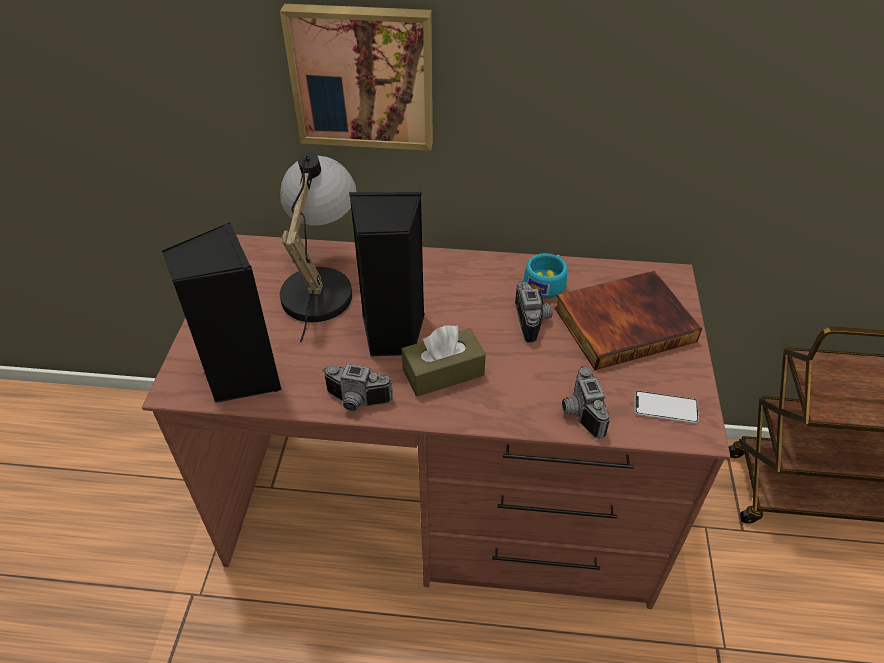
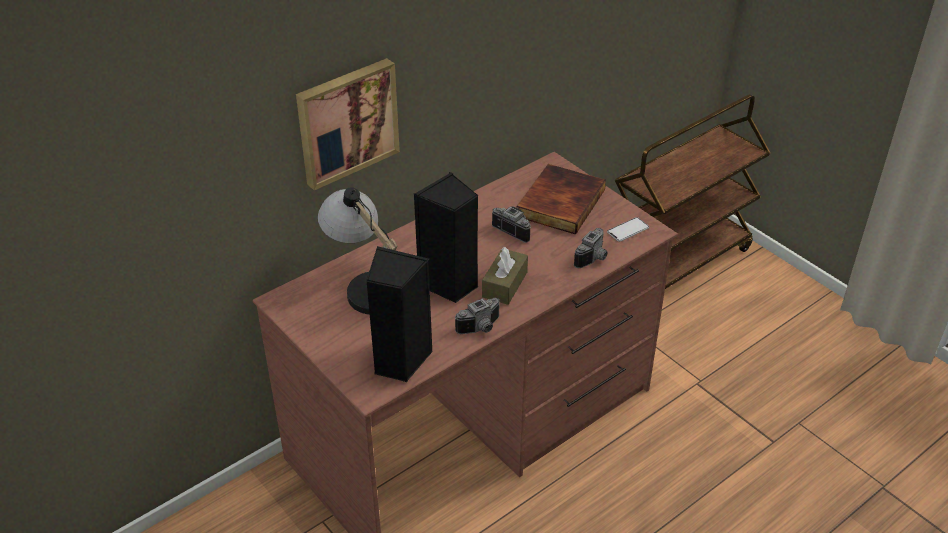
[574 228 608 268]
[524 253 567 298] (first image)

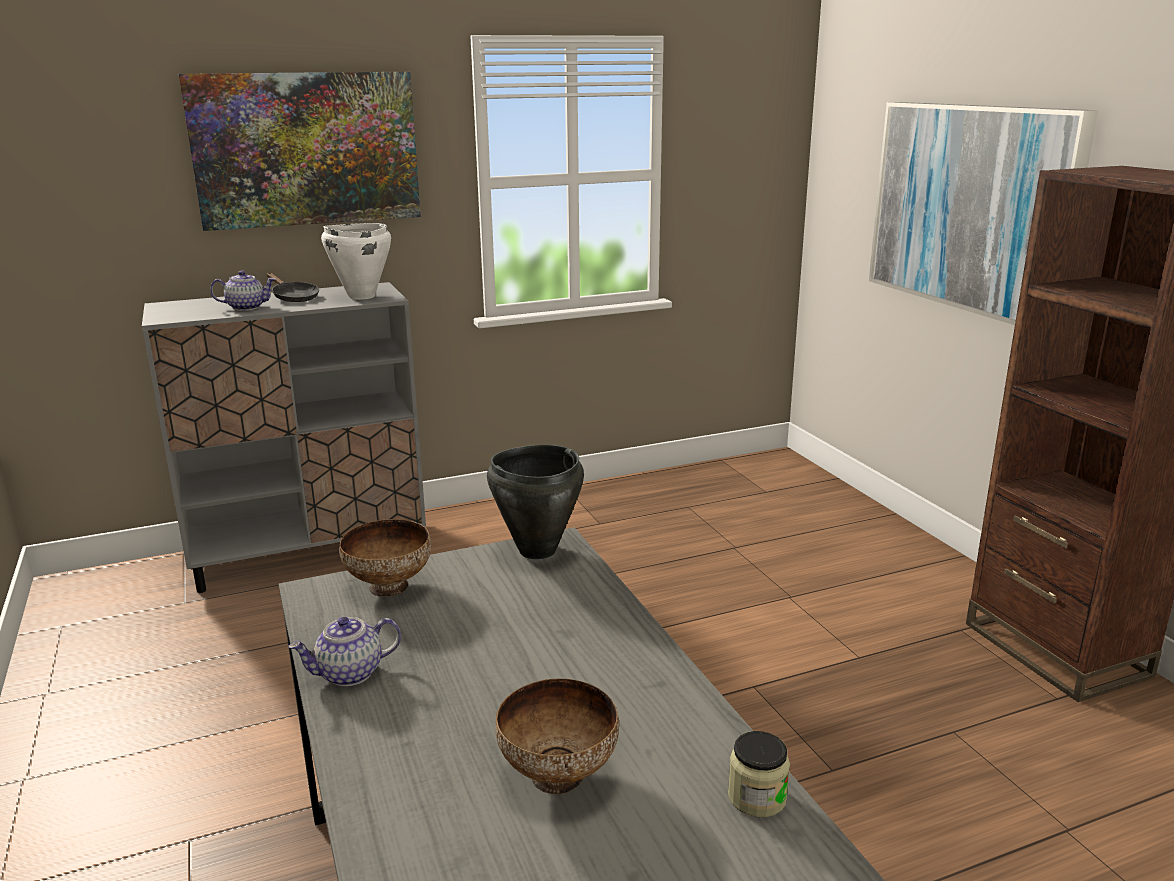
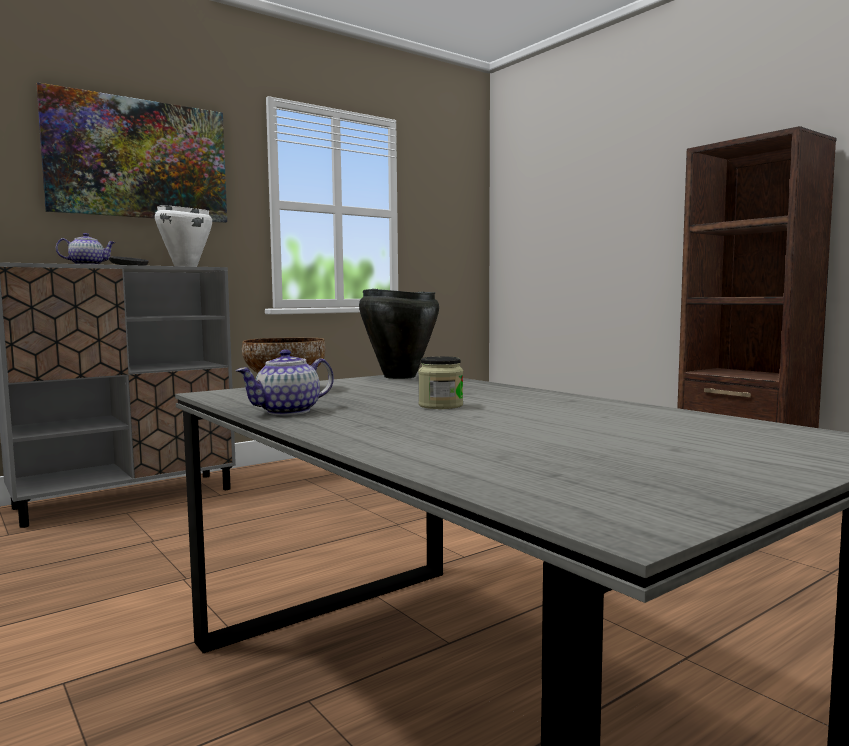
[418 357 463 409]
[495 678 619 794] (first image)
[869 102 1098 325] (first image)

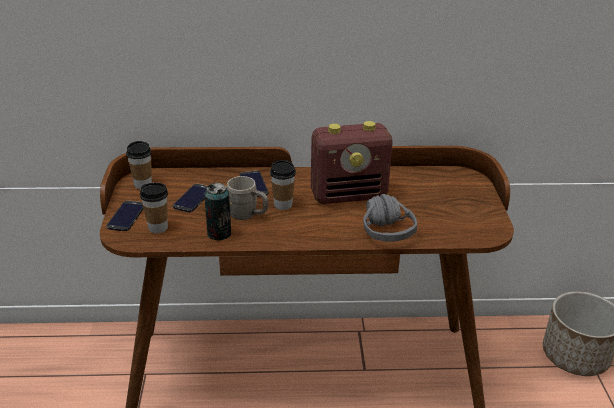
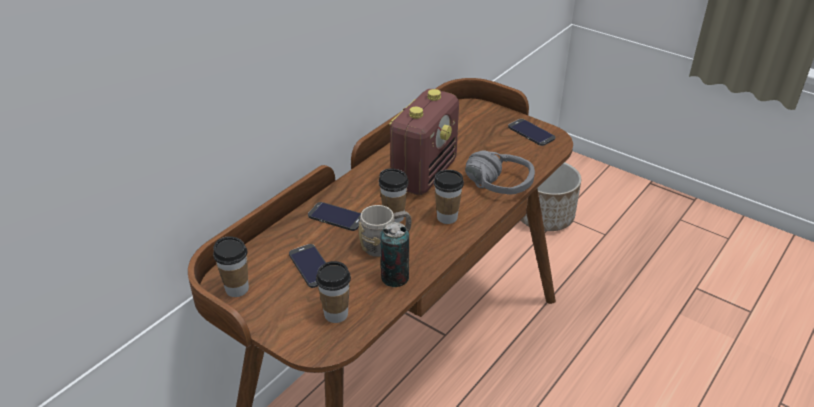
[434 170 464 224]
[508 119 555 146]

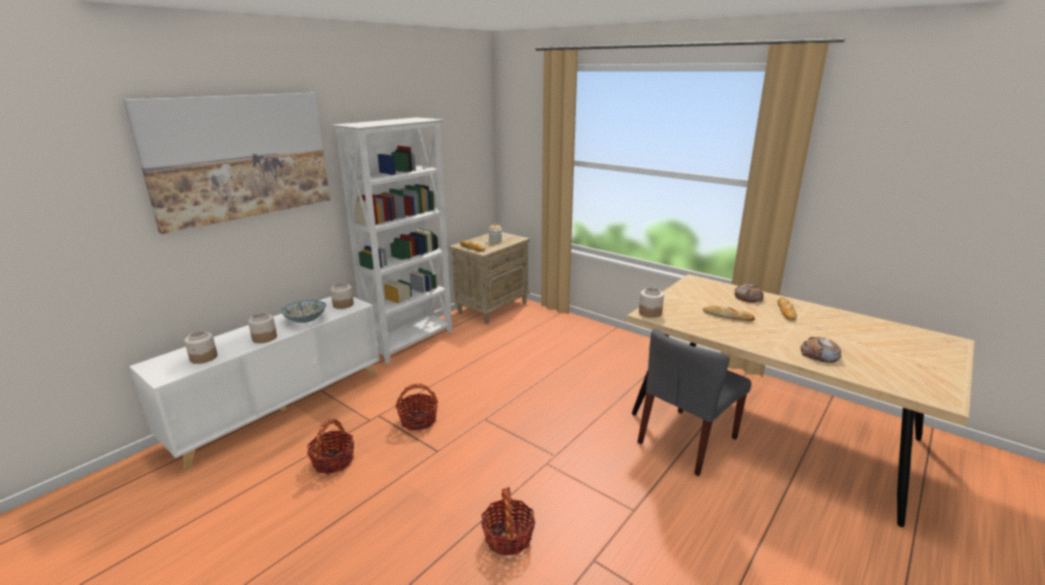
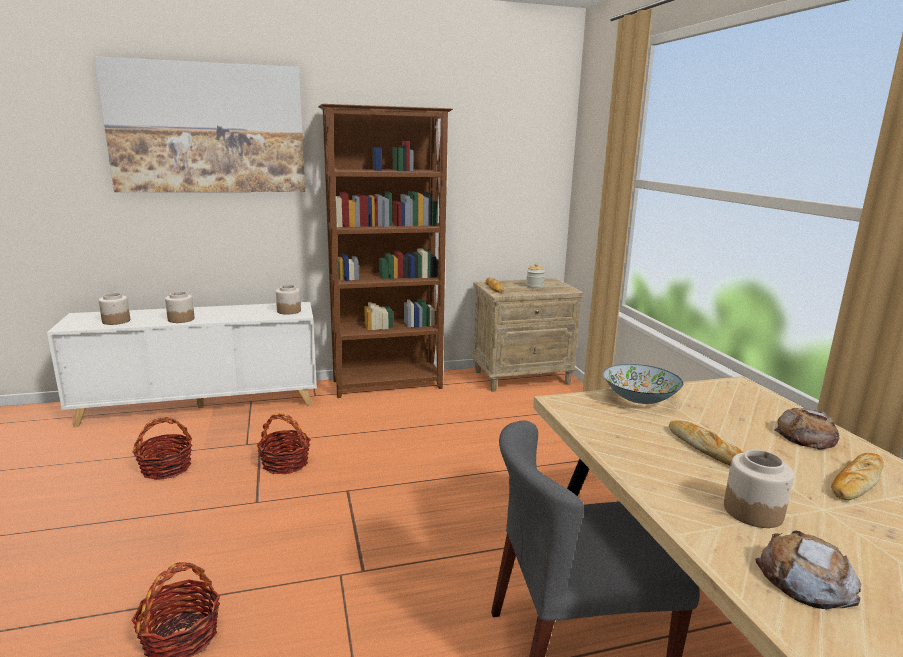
[318 104 453 398]
[603 364 683 404]
[724 450 794 528]

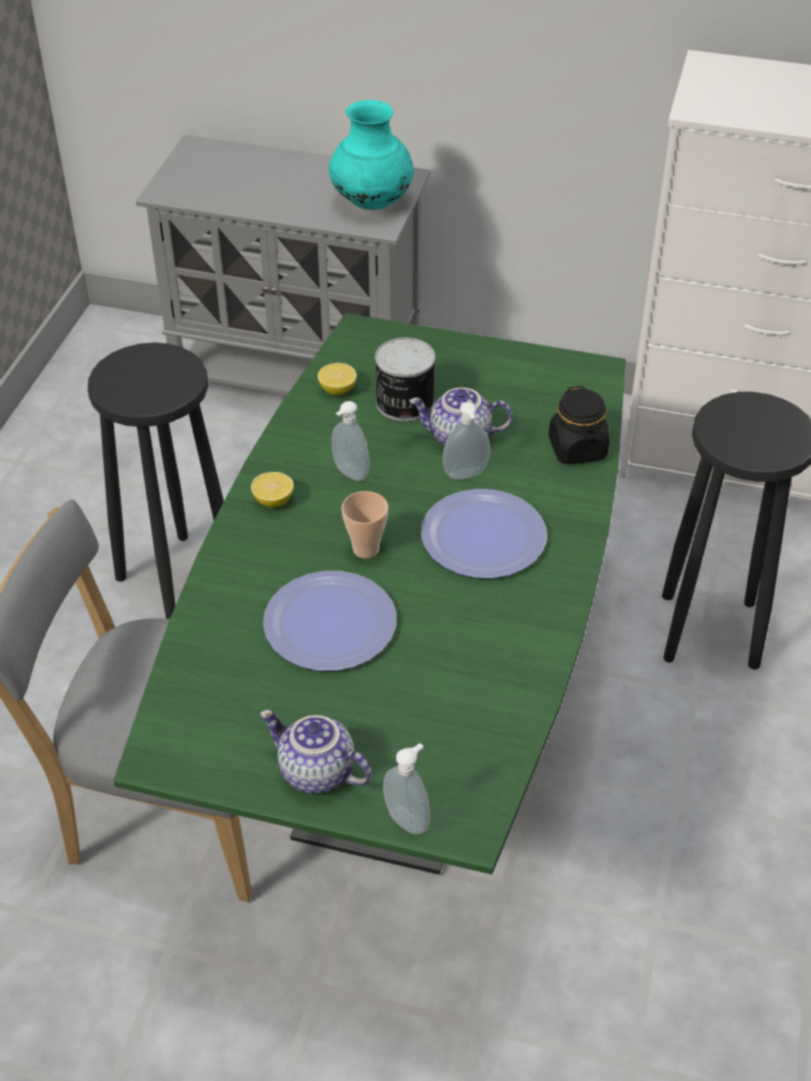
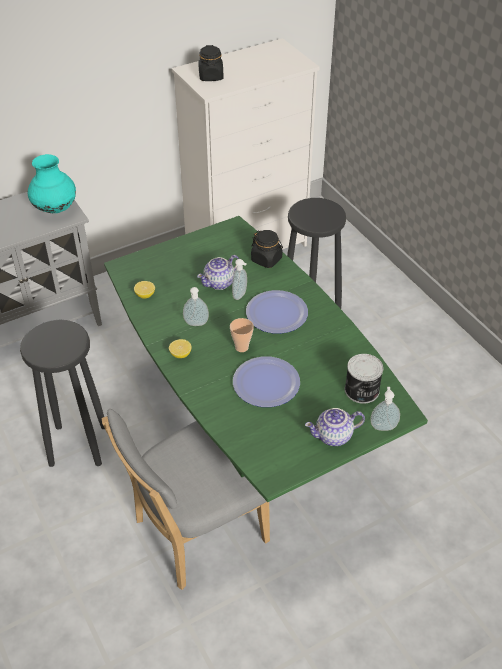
[198 45 224 81]
[345 354 383 404]

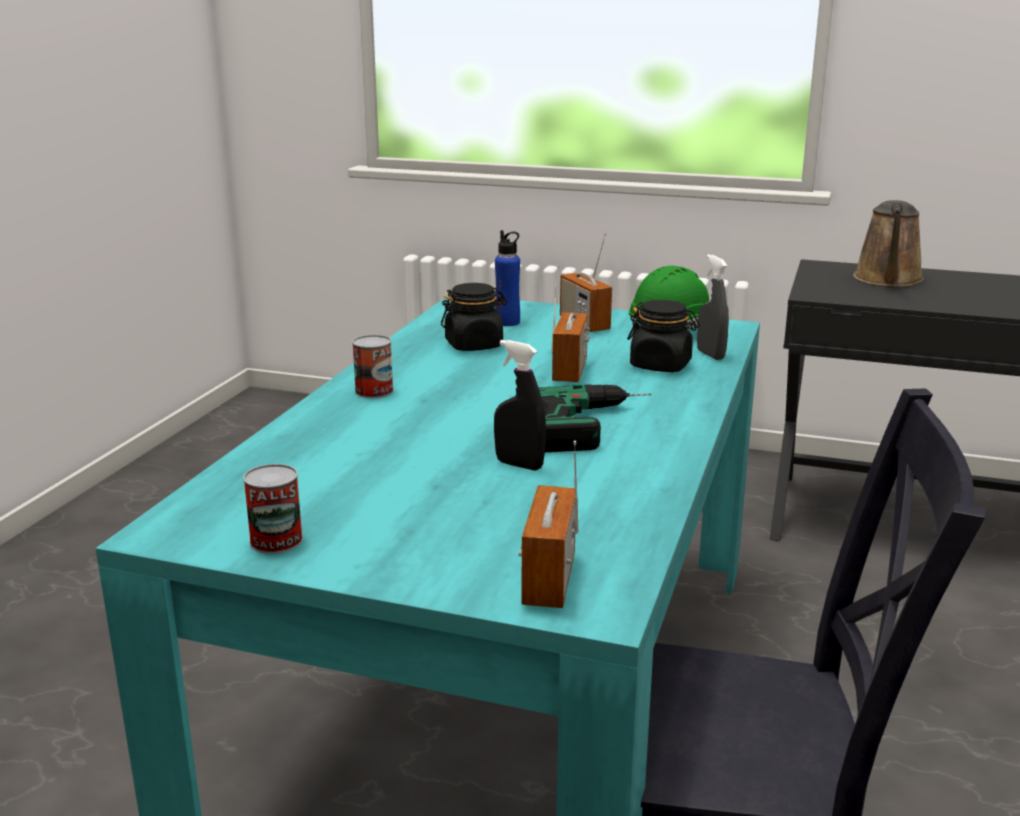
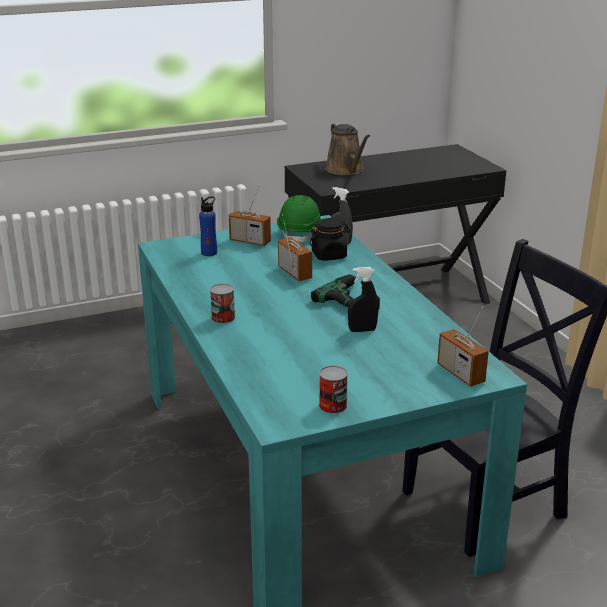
[441 283 507 351] (first image)

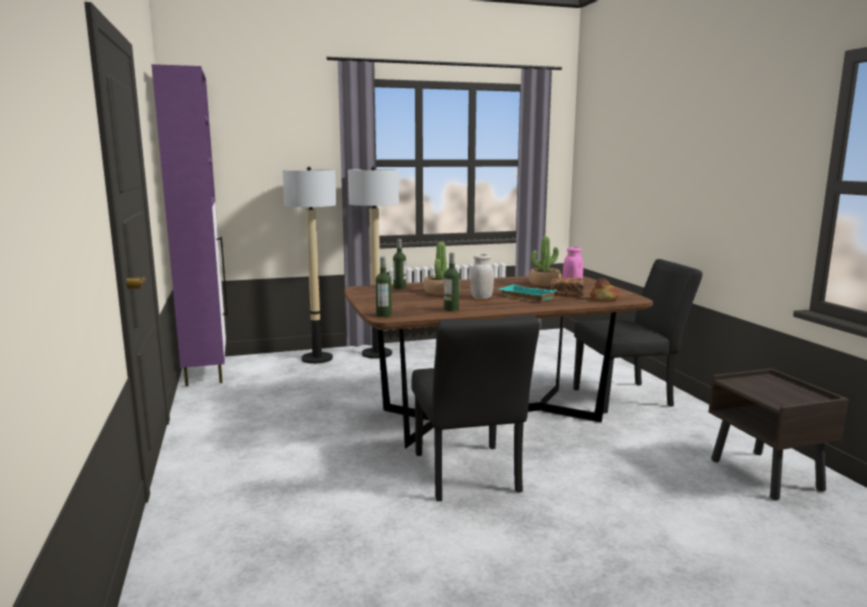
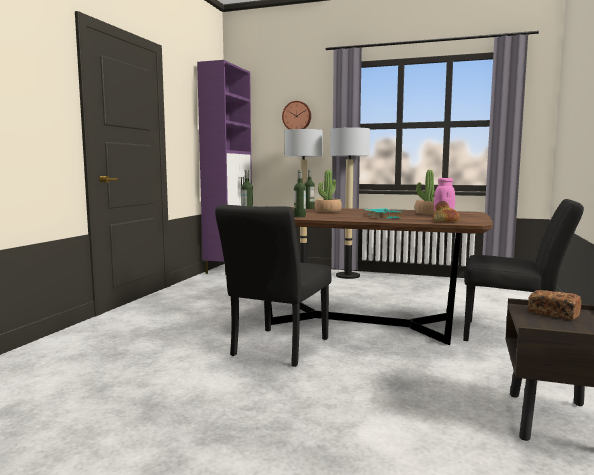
[282 101 311 129]
[528 290 582 320]
[470 254 494 299] (first image)

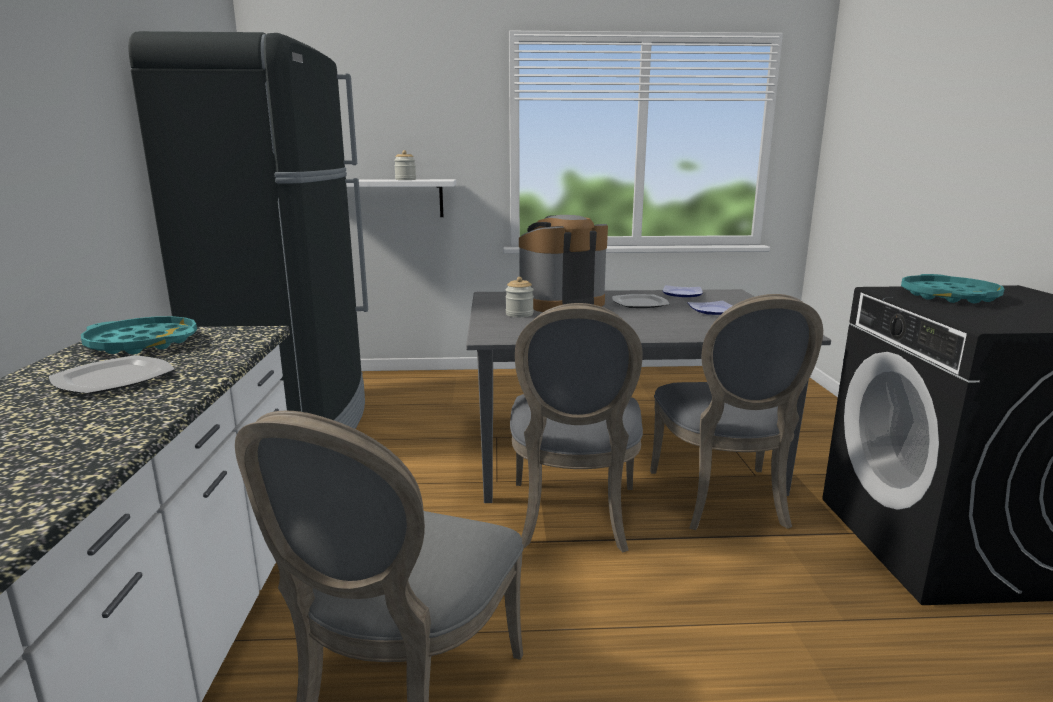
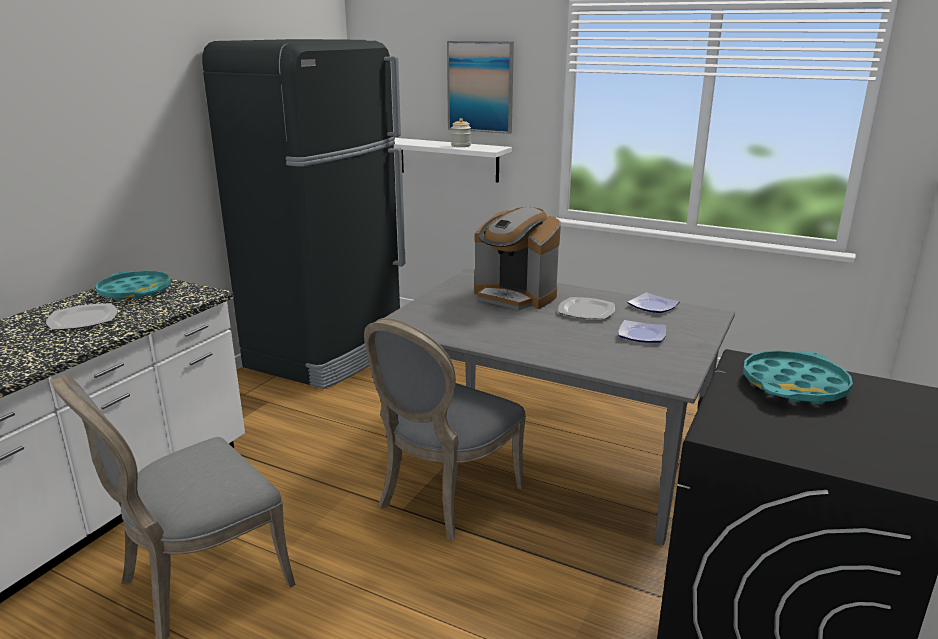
[447 41 514 134]
[474 207 561 310]
[505 277 534 317] (first image)
[650 294 823 530] (first image)

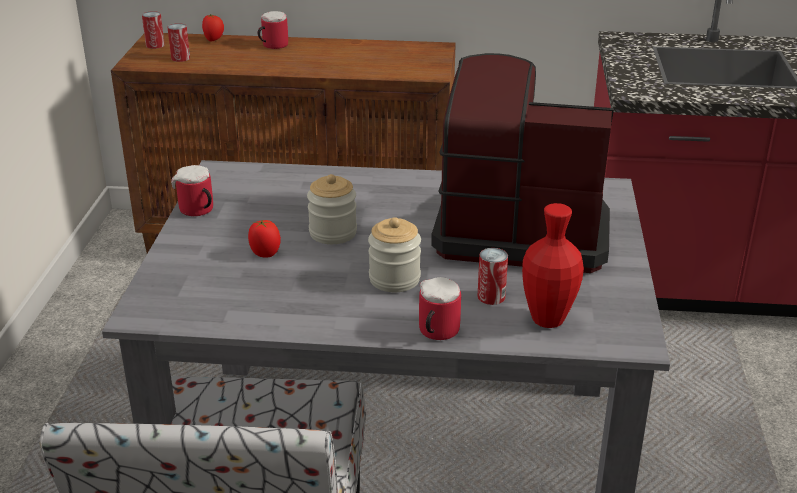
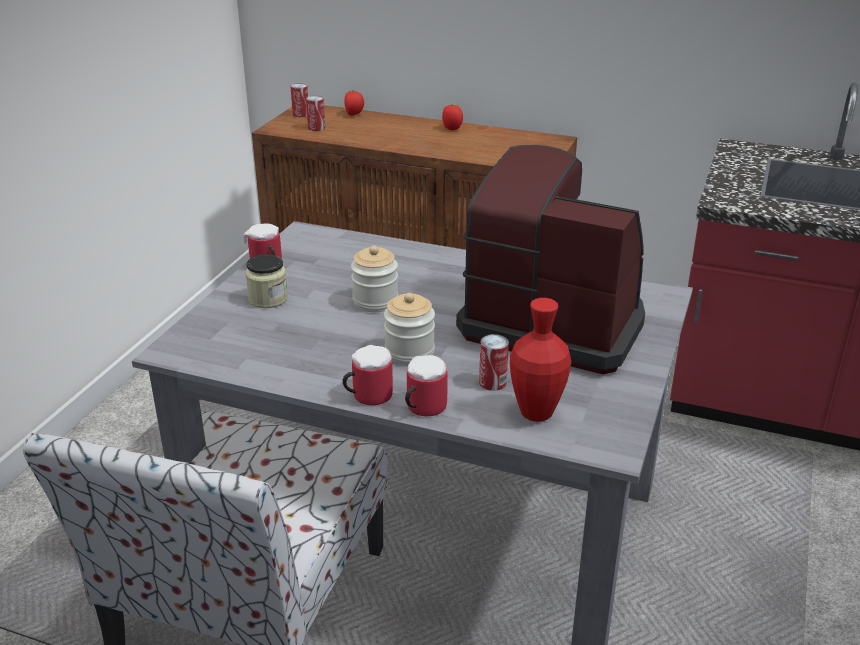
[245 254 288 308]
[343 345 393 405]
[442 104 463 130]

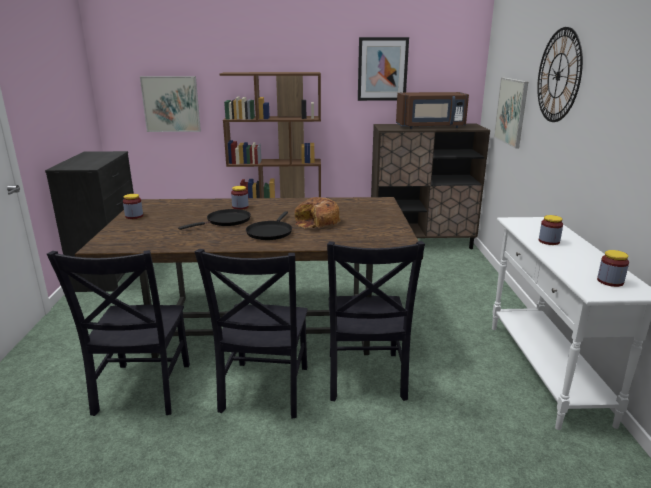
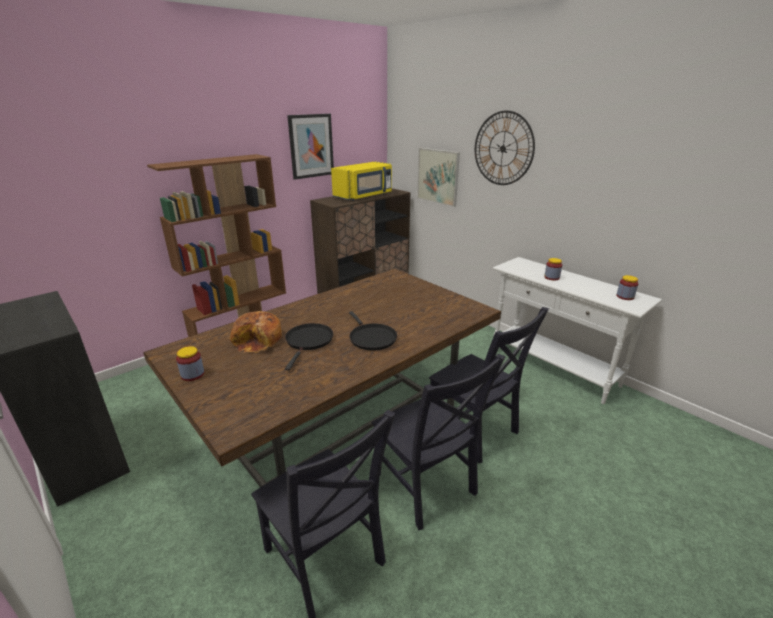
[230 311 282 353]
[331 162 392 201]
[140 76 201 132] (first image)
[231 186 249 210] (first image)

